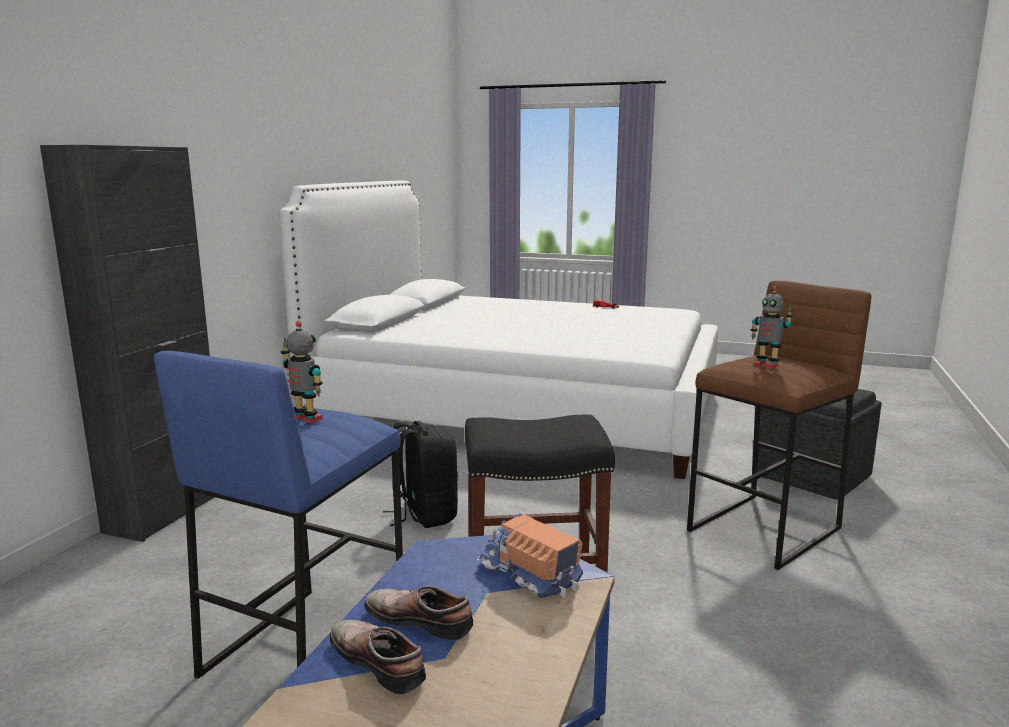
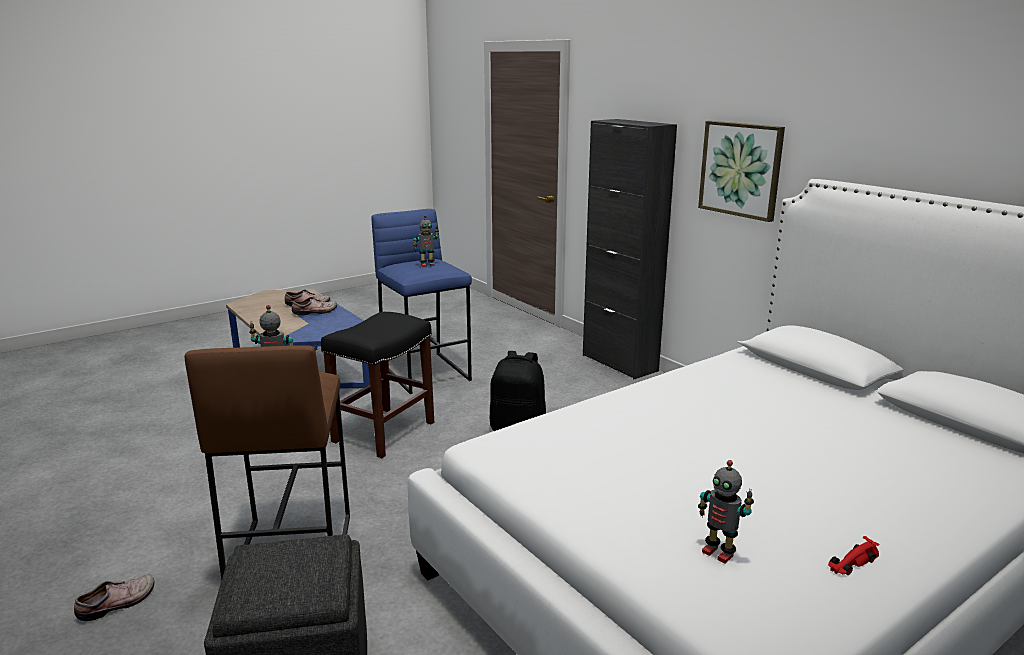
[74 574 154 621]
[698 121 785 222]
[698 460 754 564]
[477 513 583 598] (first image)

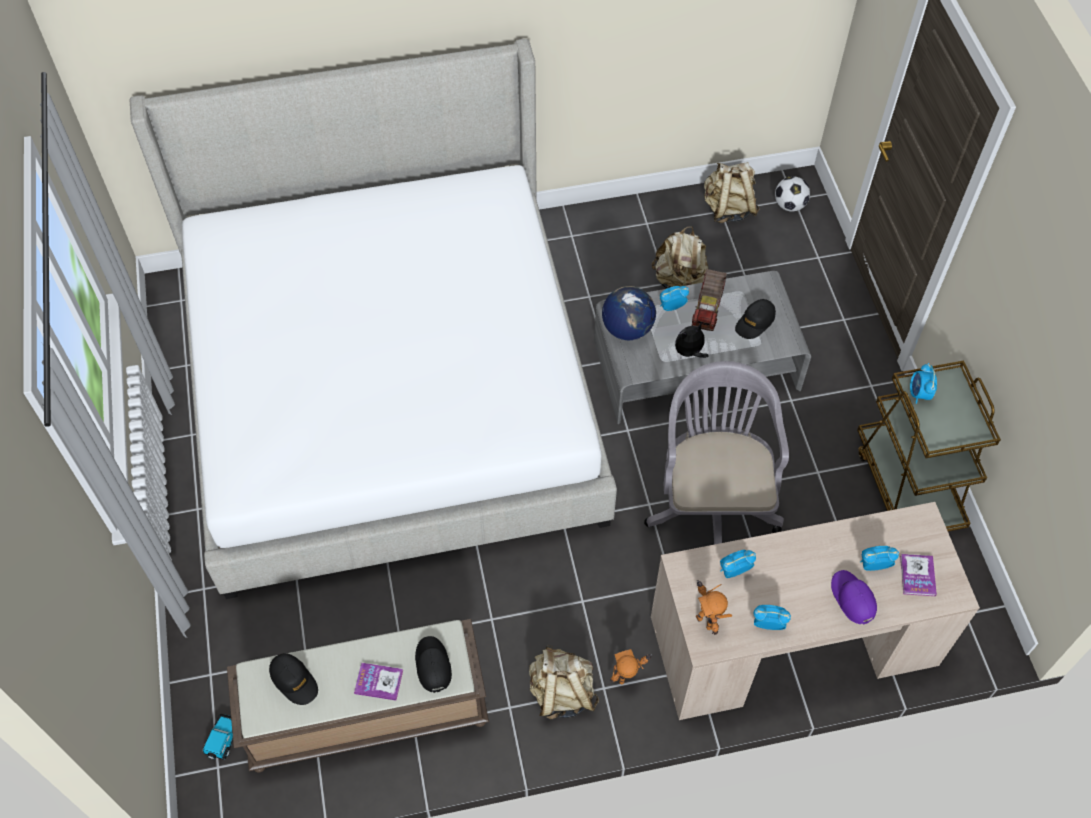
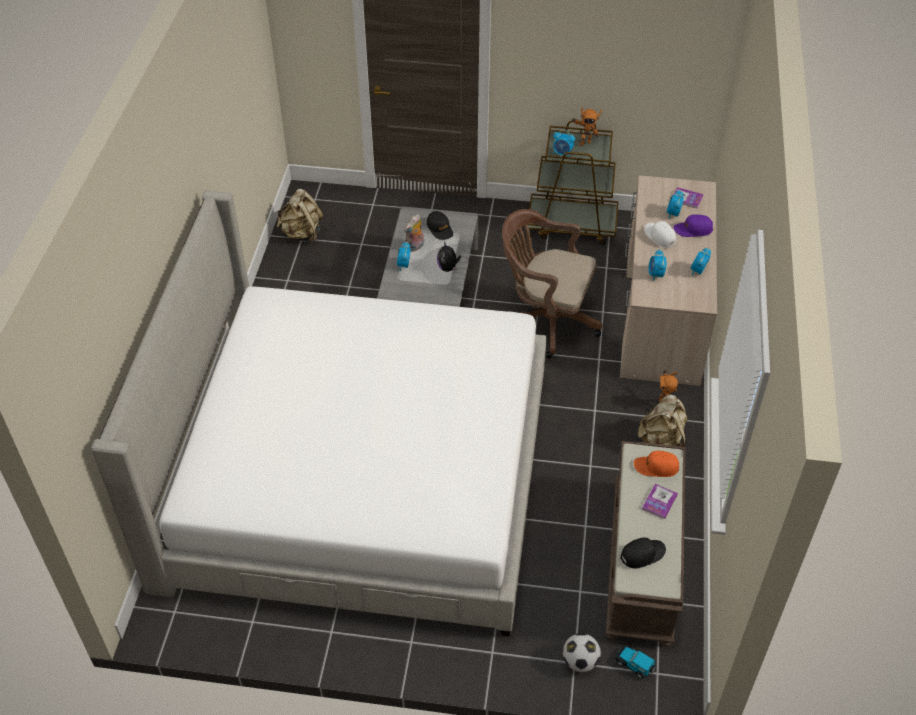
[404 214 424 252]
[502 209 602 359]
[563 633 601 672]
[572 107 602 146]
[634 451 679 477]
[644 221 677 248]
[602 286 656 340] (first image)
[651 226 708 288] (first image)

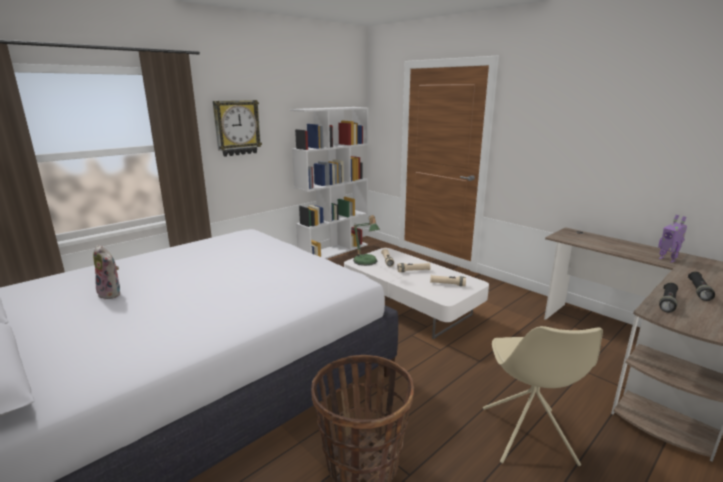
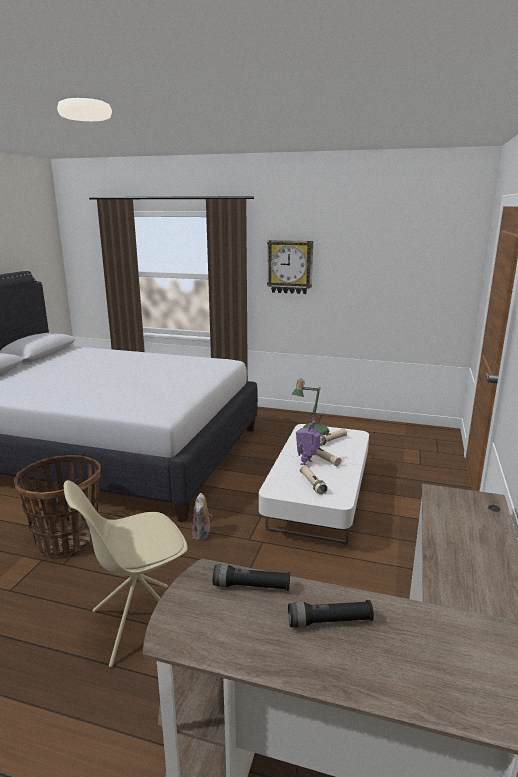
[192 493 213 541]
[296 421 321 466]
[290 107 368 259] (first image)

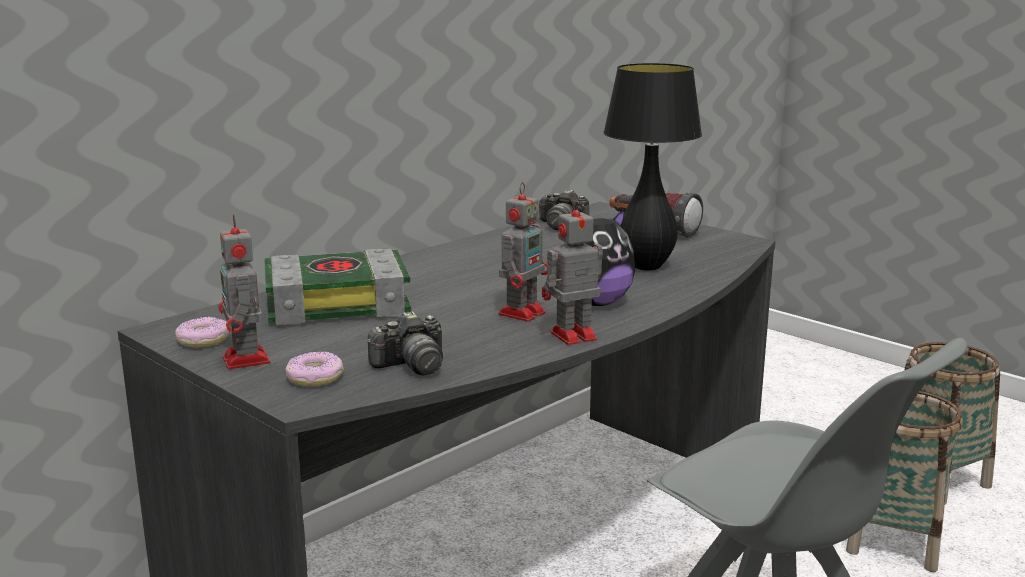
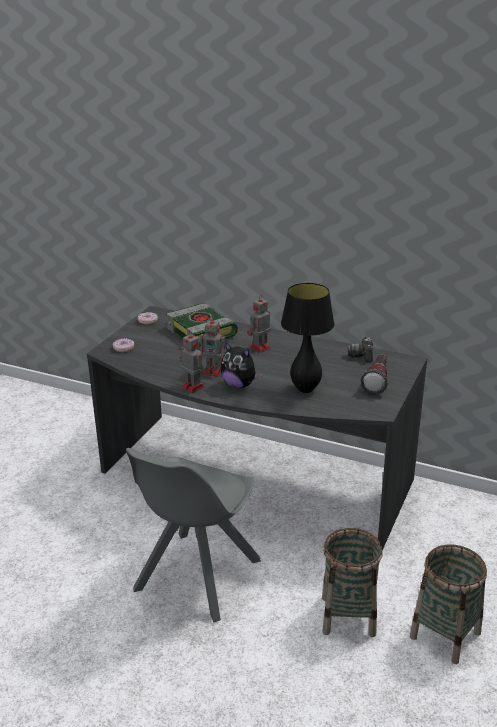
[247 294 271 353]
[367 311 443 375] (first image)

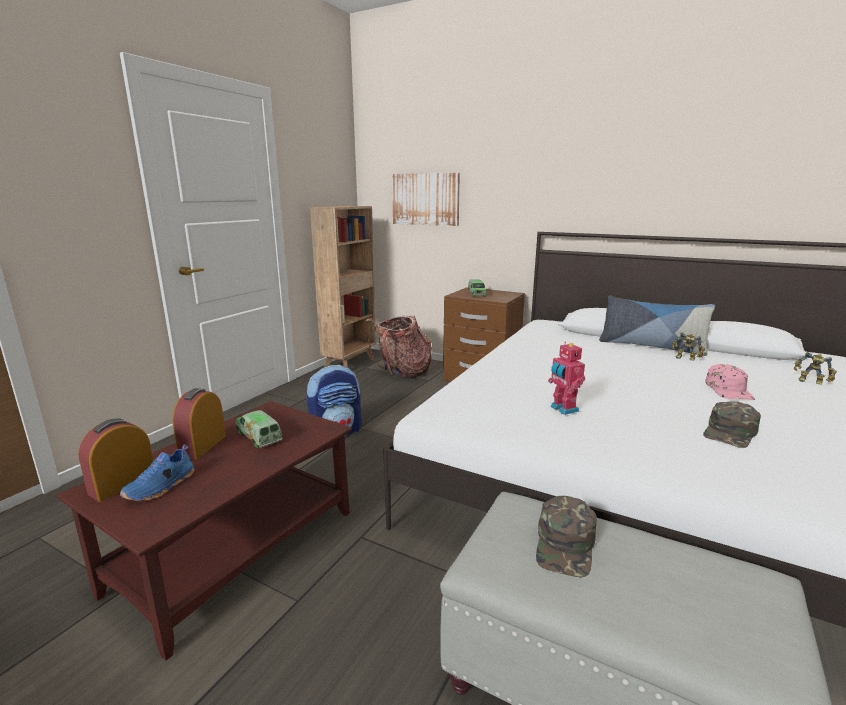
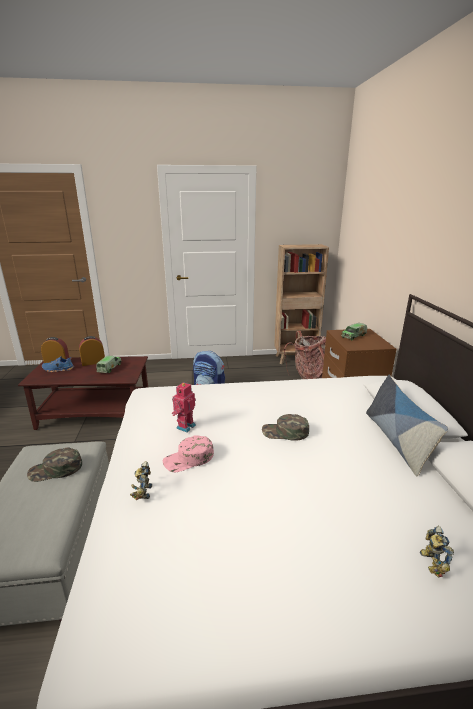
[130 461 152 500]
[163 435 214 472]
[262 414 309 441]
[392 173 460 226] (first image)

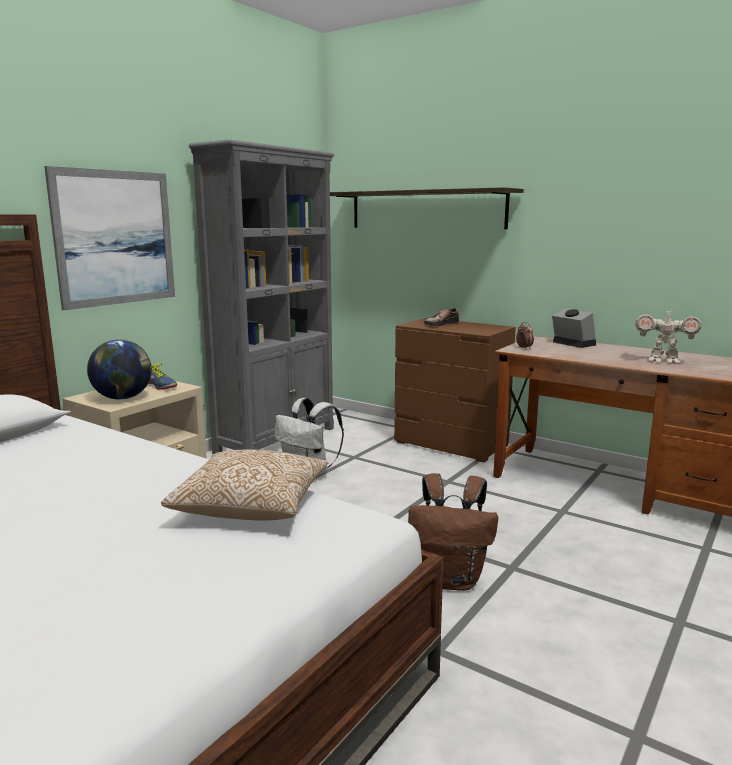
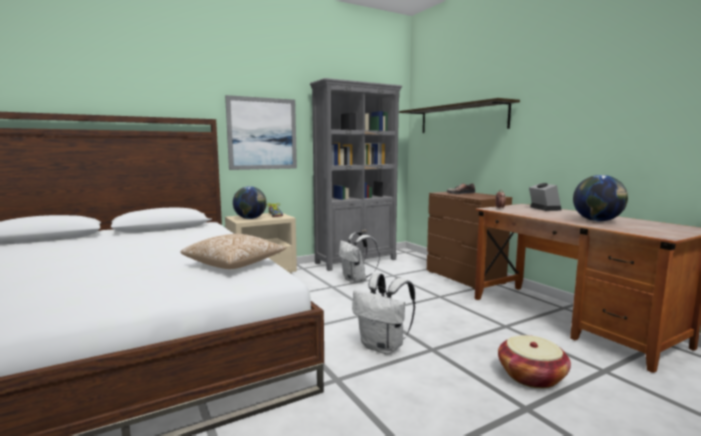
[352 273 415 354]
[498 335 571 389]
[573 175 628 222]

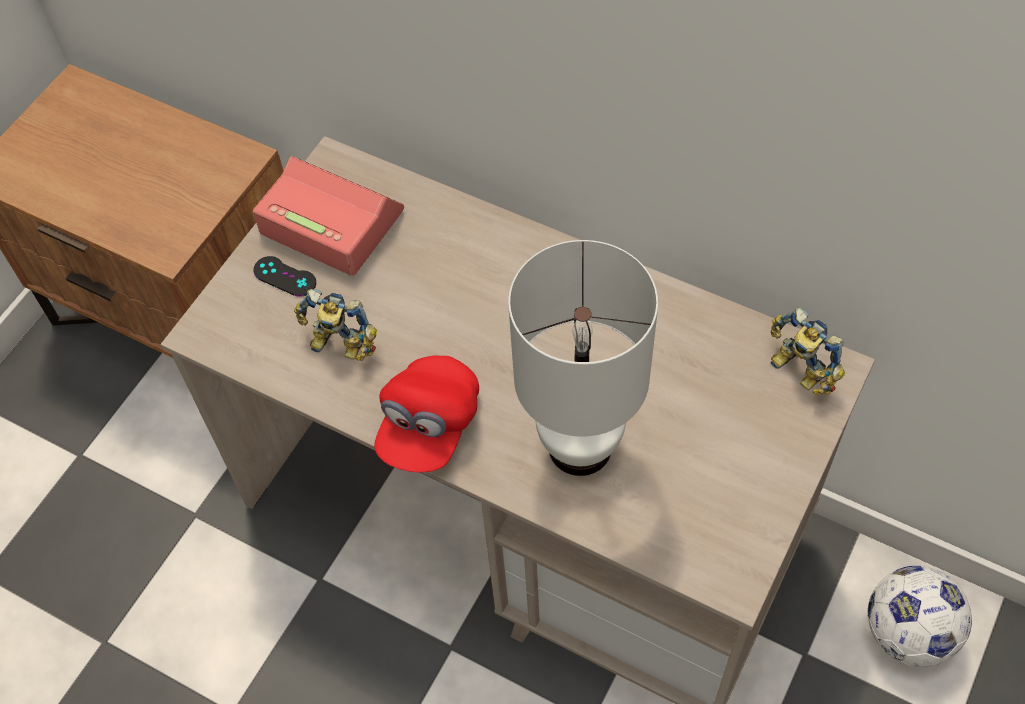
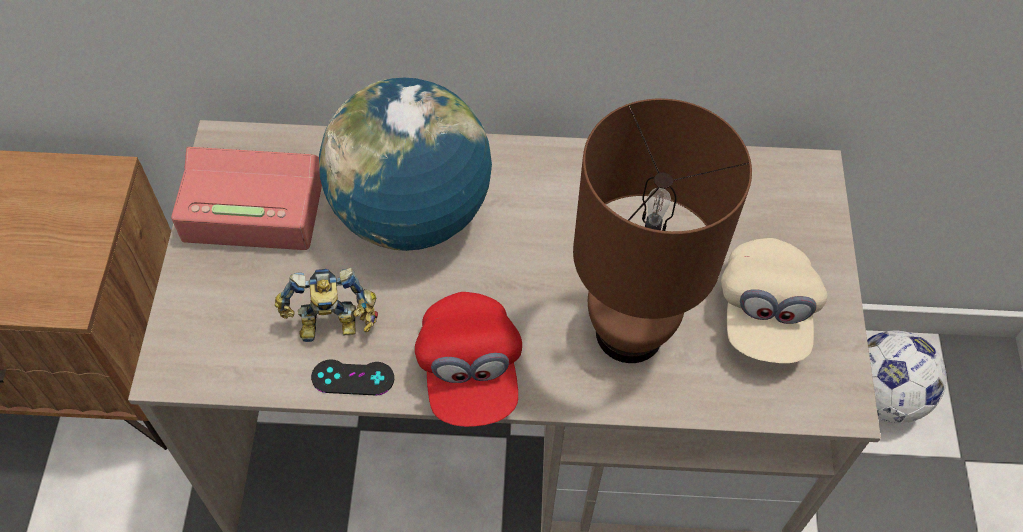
[311 359 394 395]
[319 78 492 251]
[573 99 752 363]
[721 238 827 363]
[770 308 845 396] (first image)

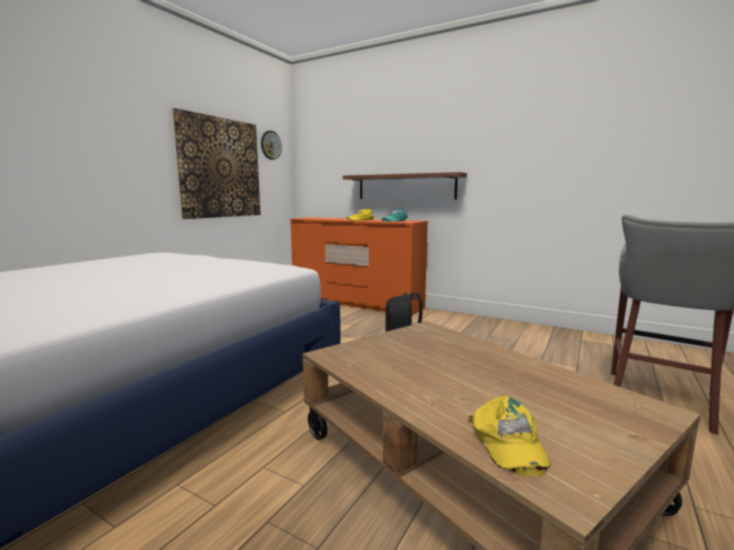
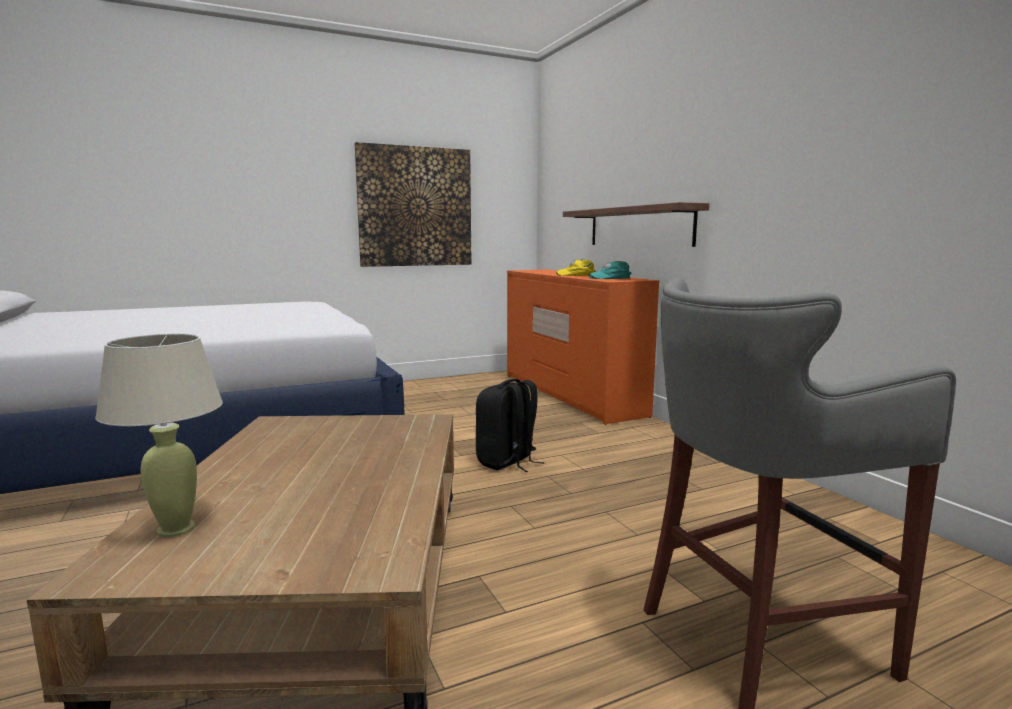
[95 334 223 537]
[261 131 282 160] (first image)

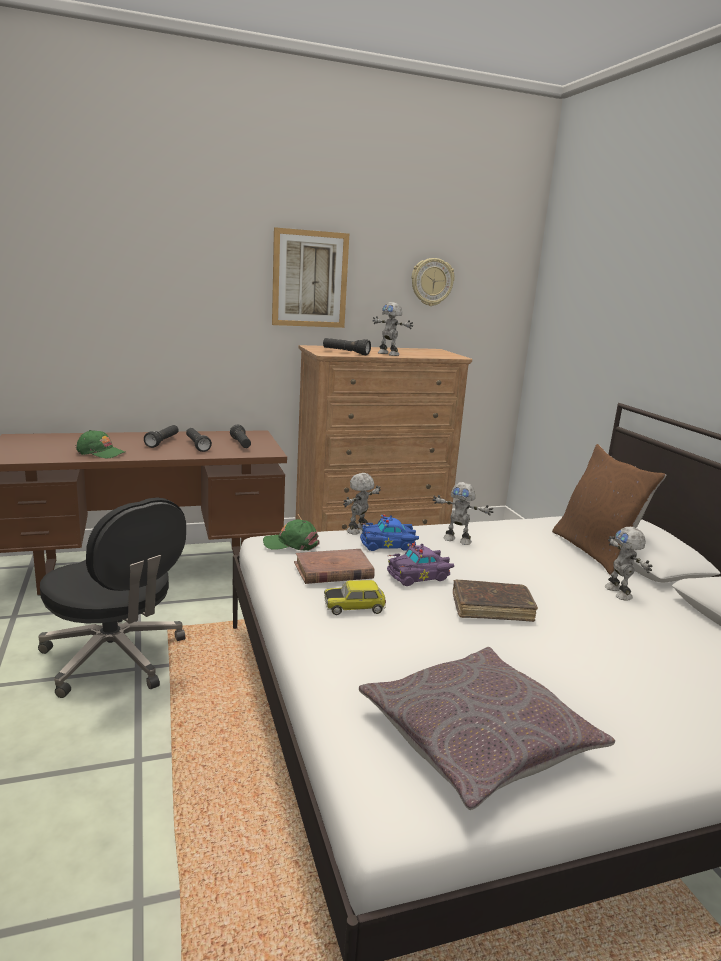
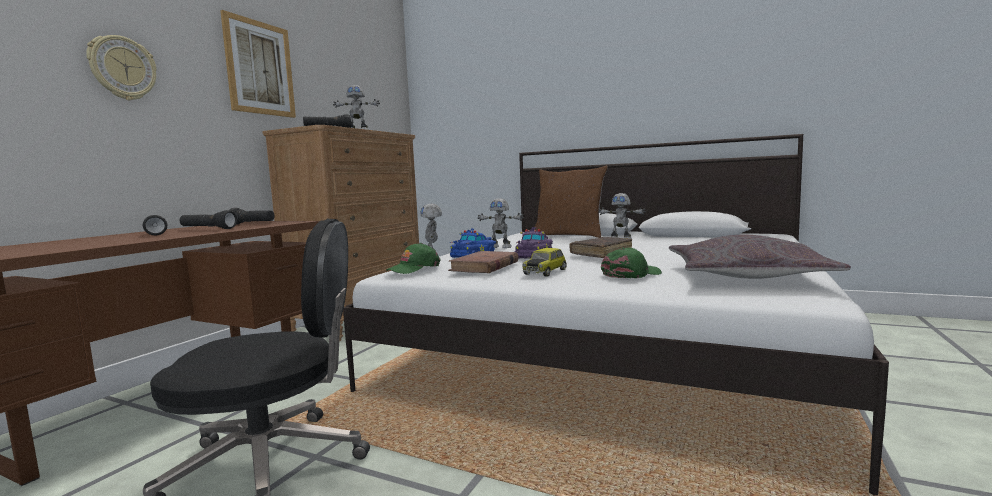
[86 35 157 100]
[478 198 524 248]
[601 248 662 278]

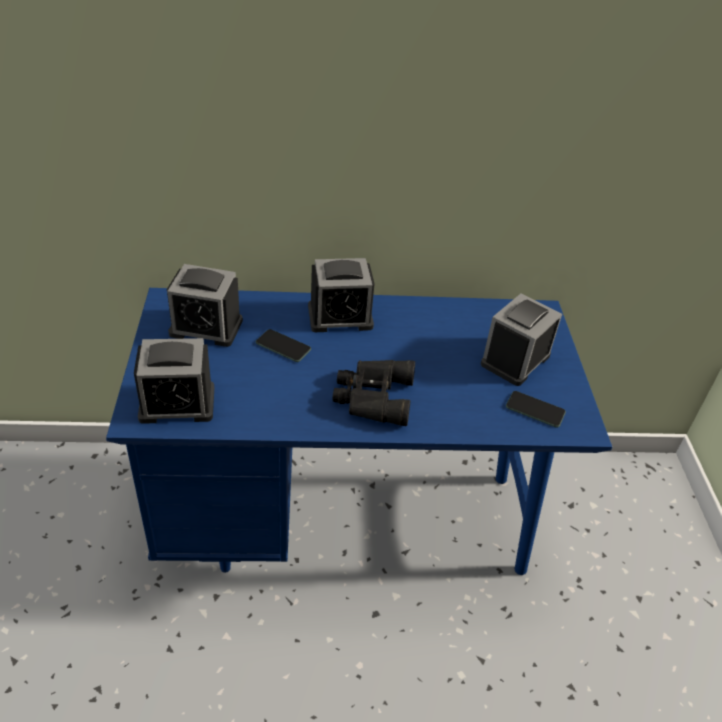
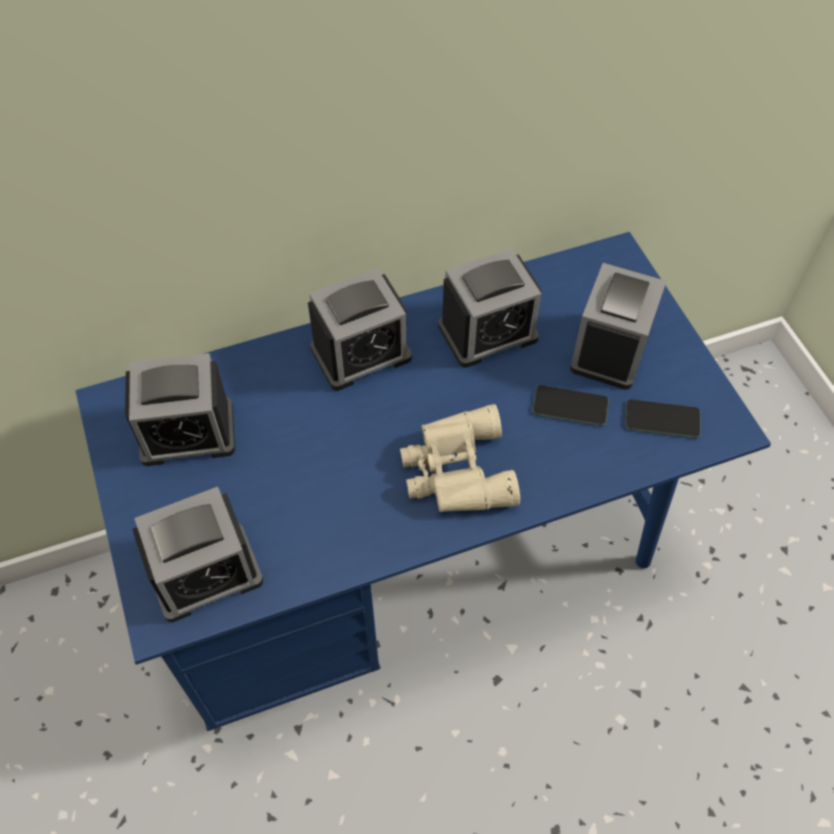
[400 404 520 512]
[438 248 541 368]
[532 385 609 426]

